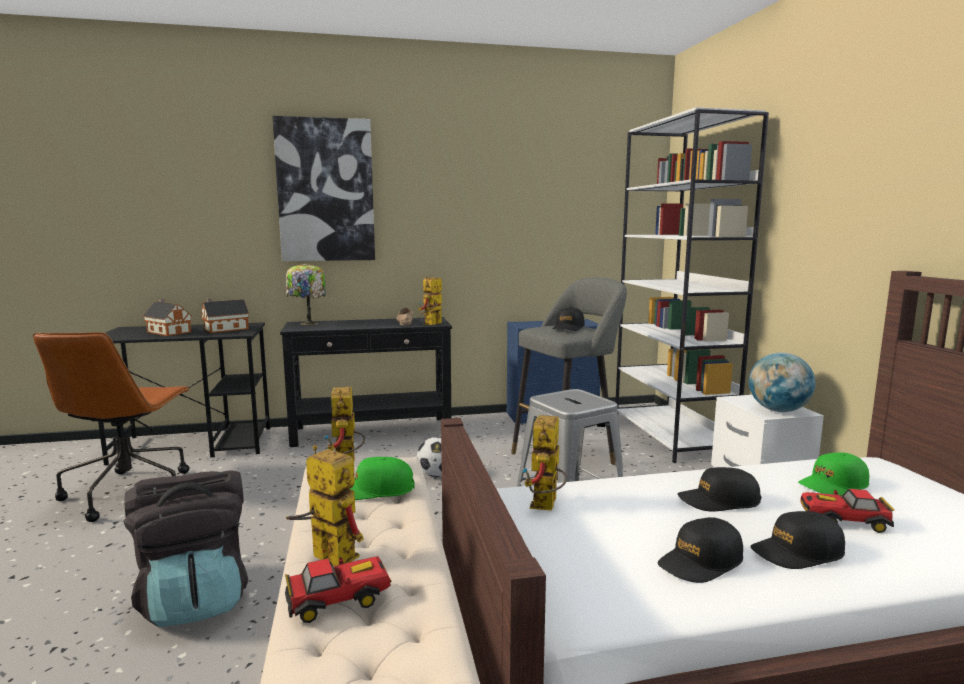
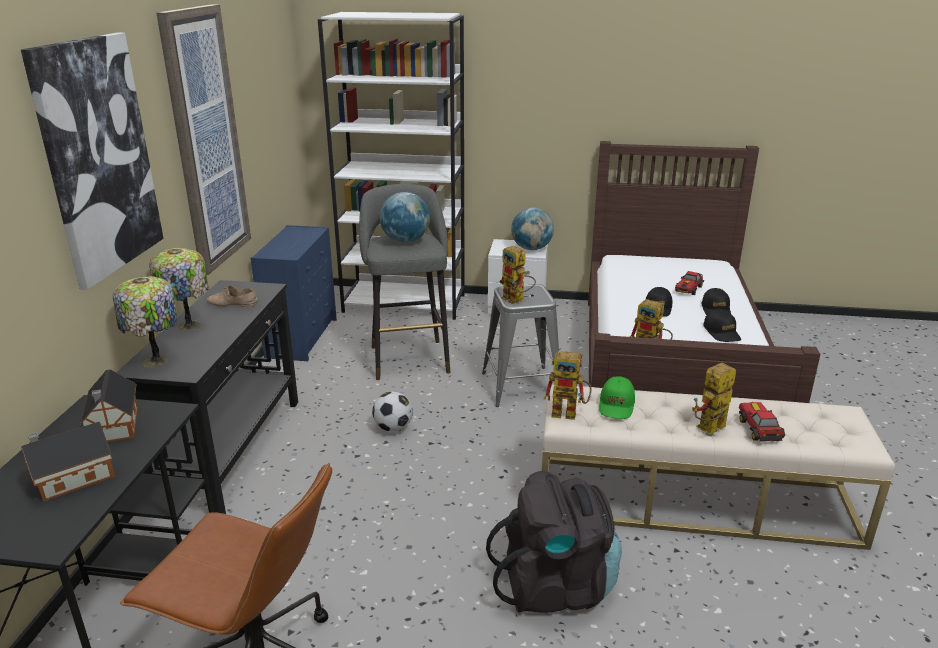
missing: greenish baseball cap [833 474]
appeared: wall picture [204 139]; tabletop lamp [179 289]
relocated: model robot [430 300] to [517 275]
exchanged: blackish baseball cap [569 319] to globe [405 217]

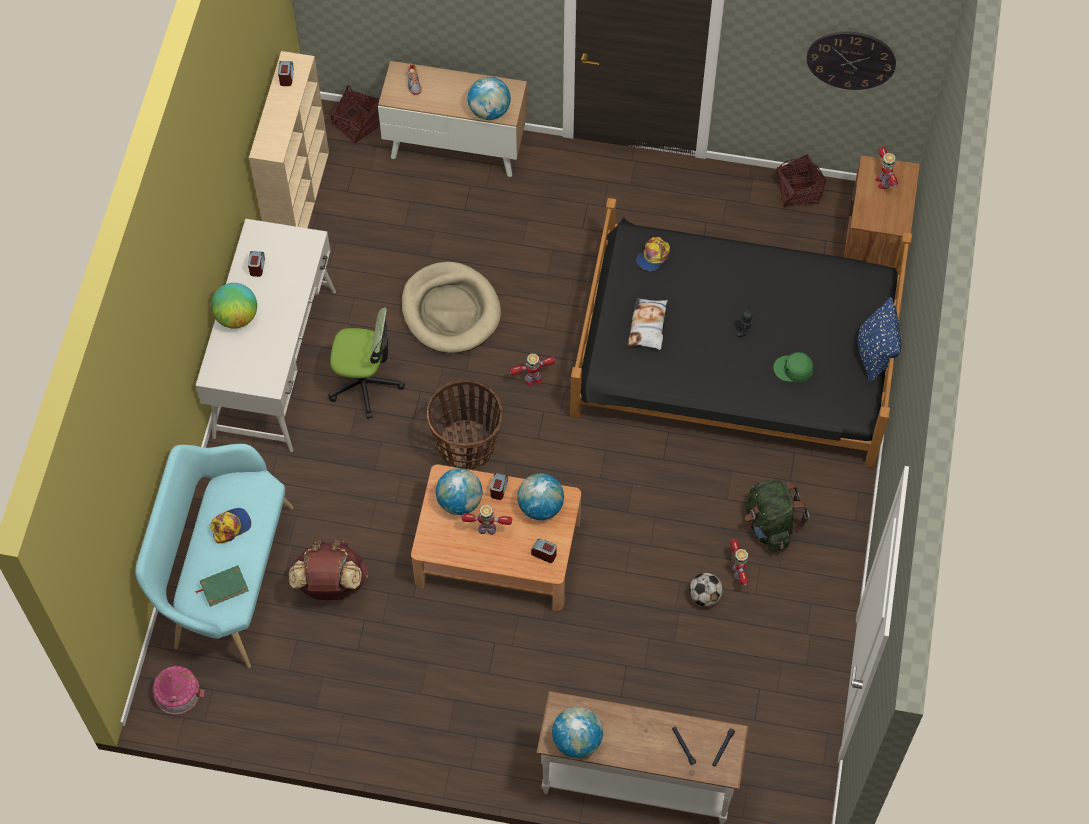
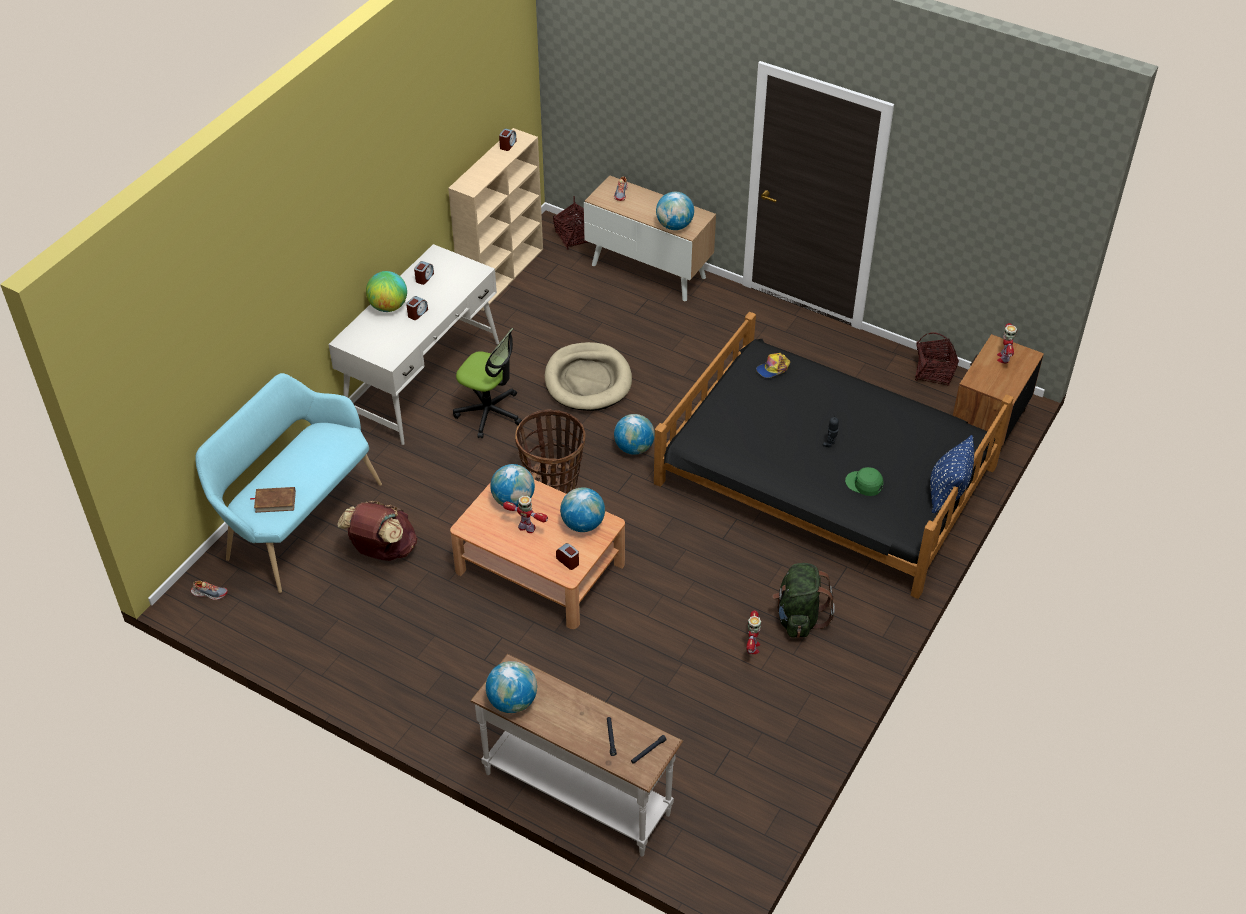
missing: hanging clock [851 61]; cushion [648 324]; baseball cap [230 526]; football [706 590]
relocated: table clock [499 486] to [417 308]
exchanged: model robot [532 370] to globe [634 434]; model house [179 690] to item of footwear [209 590]
colour: greenish bound book [222 586] to brown bound book [273 500]

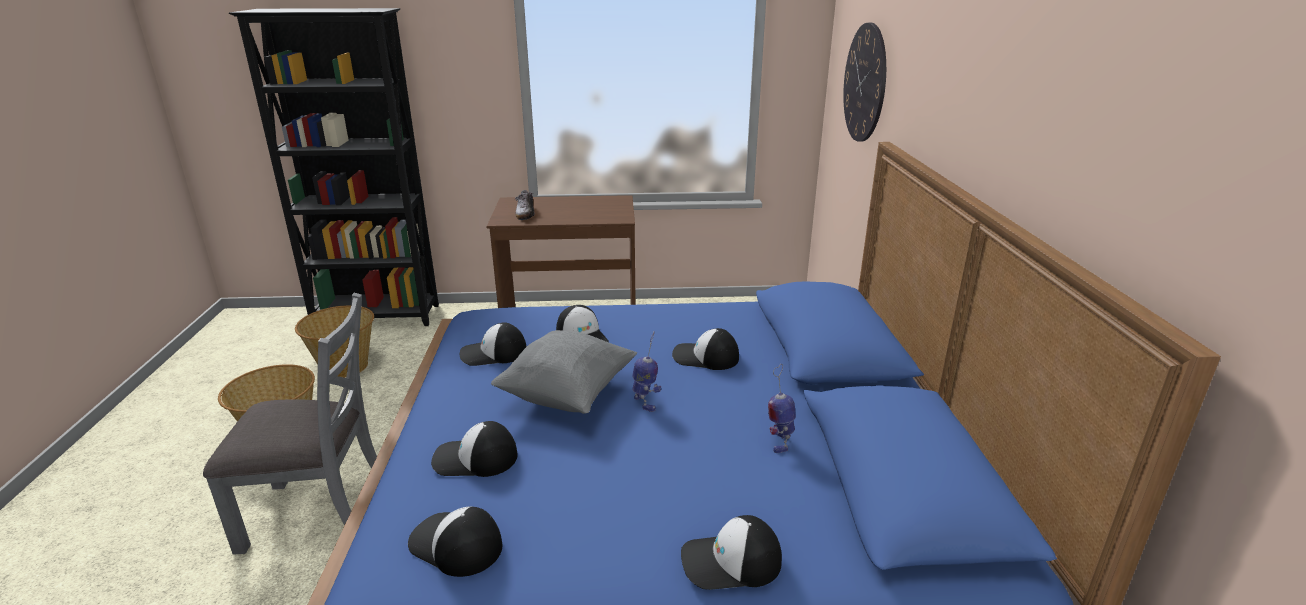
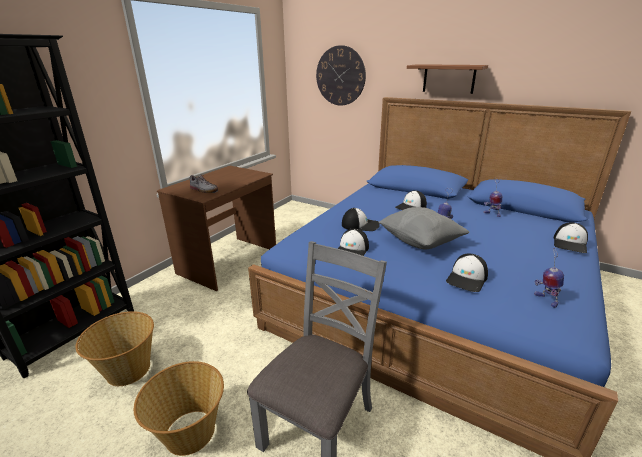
appeared: brown shelf [447 79]
exchanged: baseball cap [455 541] to model robot [549 278]

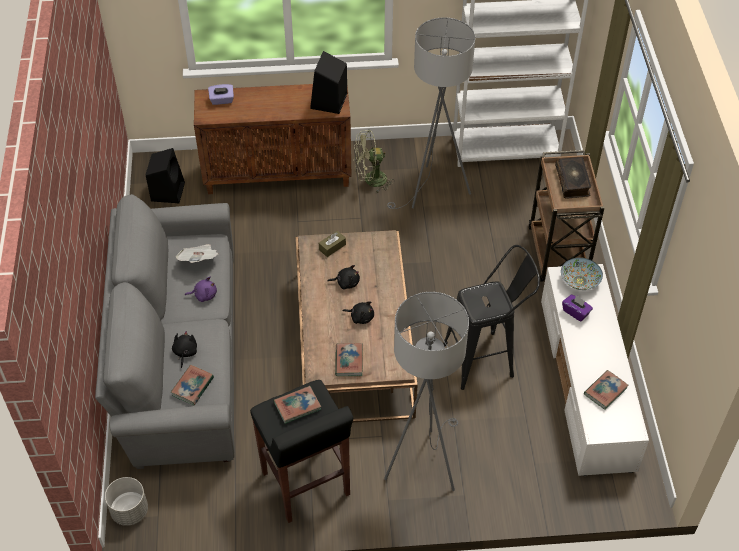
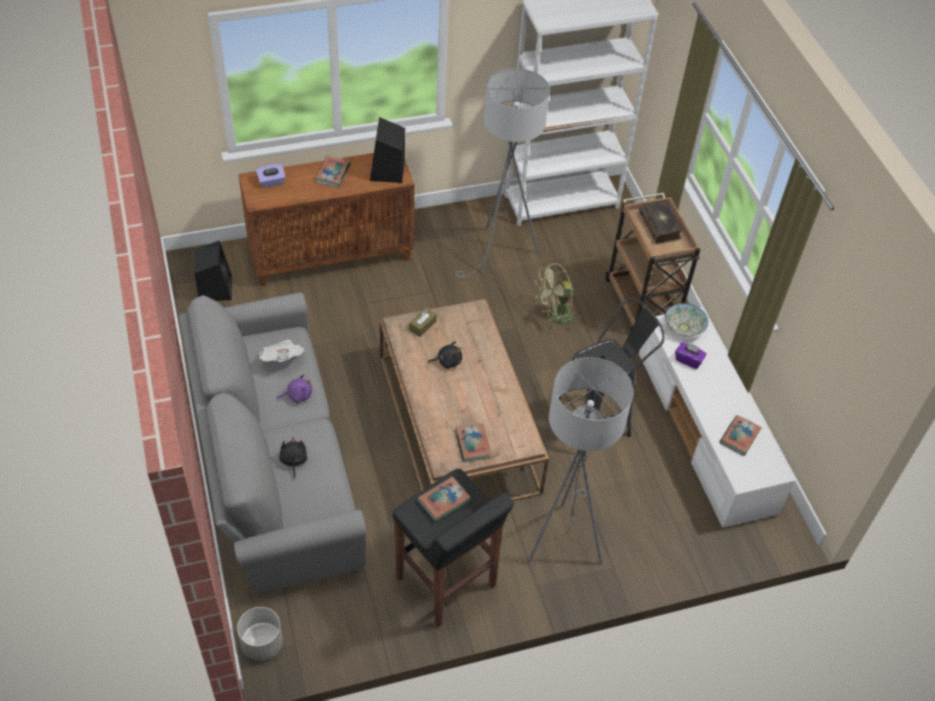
missing: blackish cuddly toy [358 312]
relocated: greenish fan [374 161] to [558 296]; bound book [192 385] to [333 171]

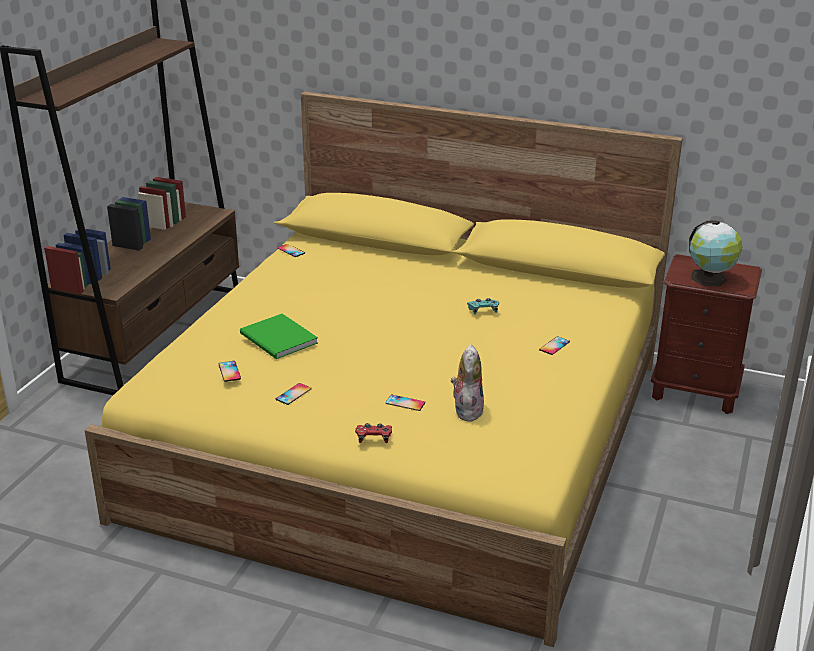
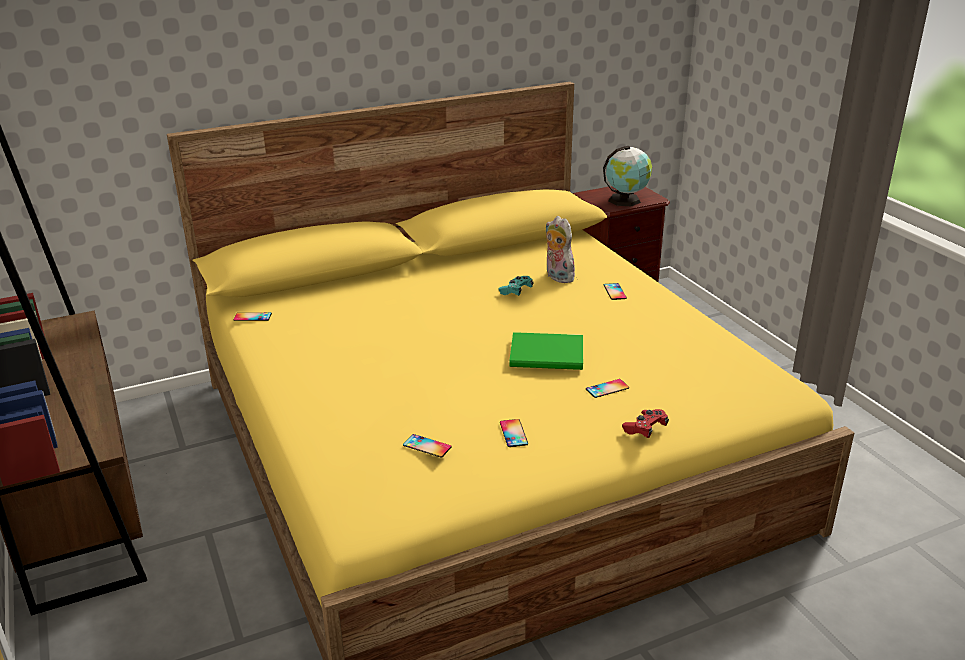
relocated: greenish bound book [279 336] to [546 351]; cuddly toy [467 383] to [560 249]

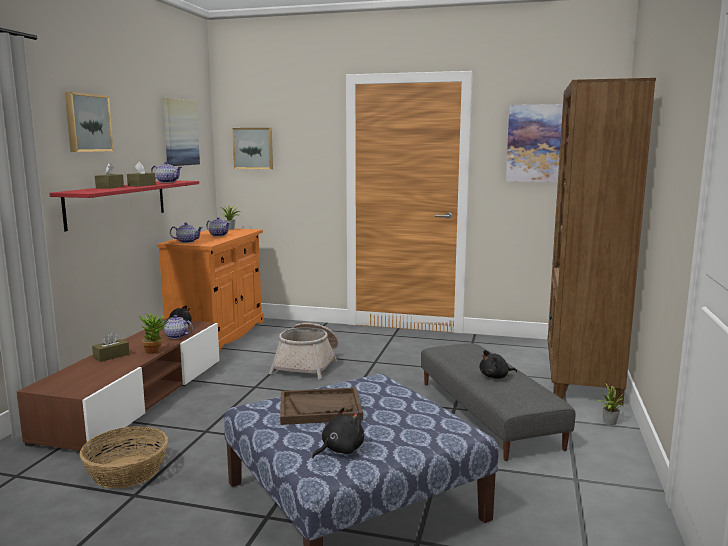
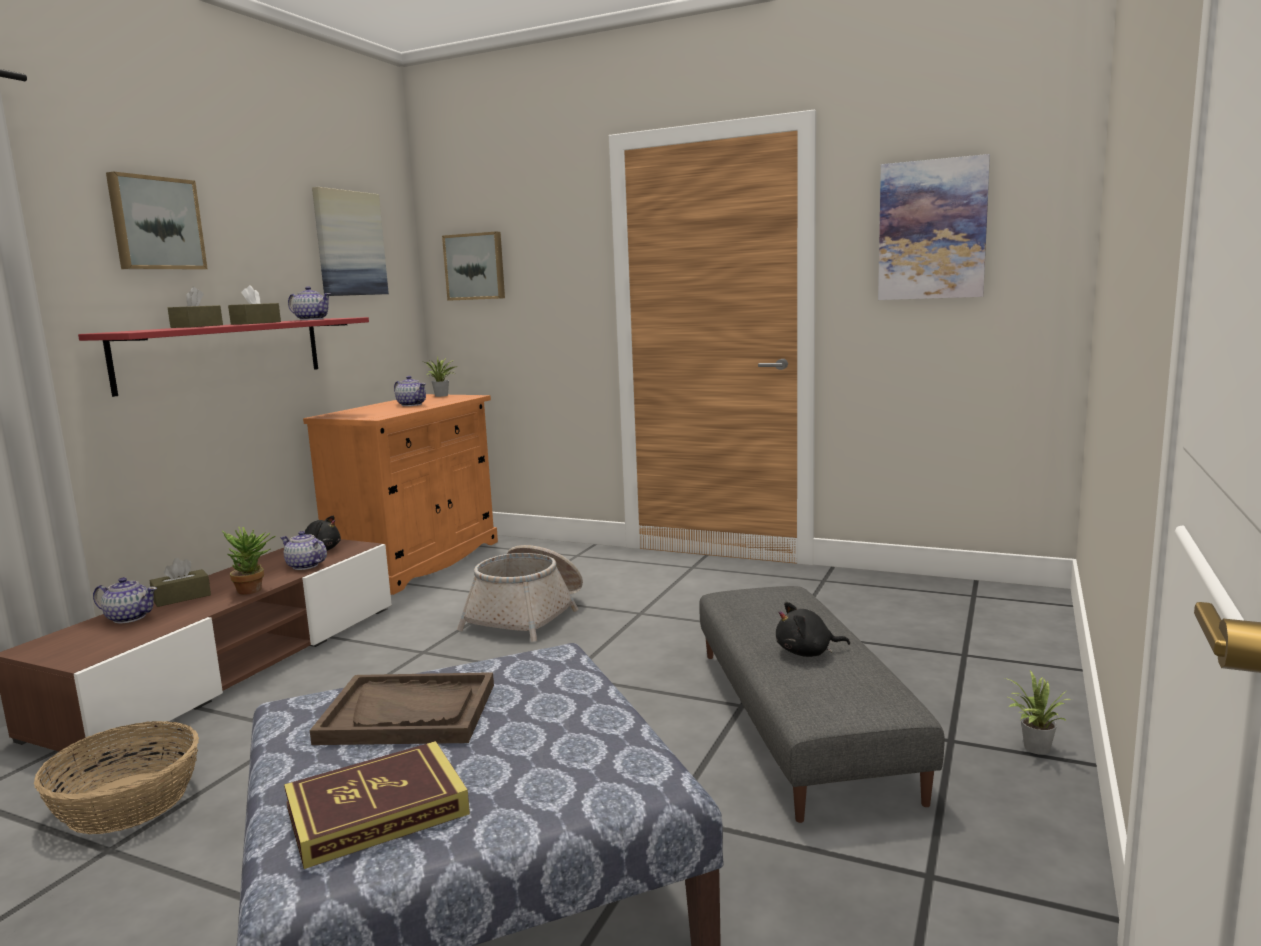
missing: brown bookcase [602 241]
relocated: pot for tea [186 232] to [125 600]
exchanged: blackish cuddly toy [338 433] to bound book [377 805]

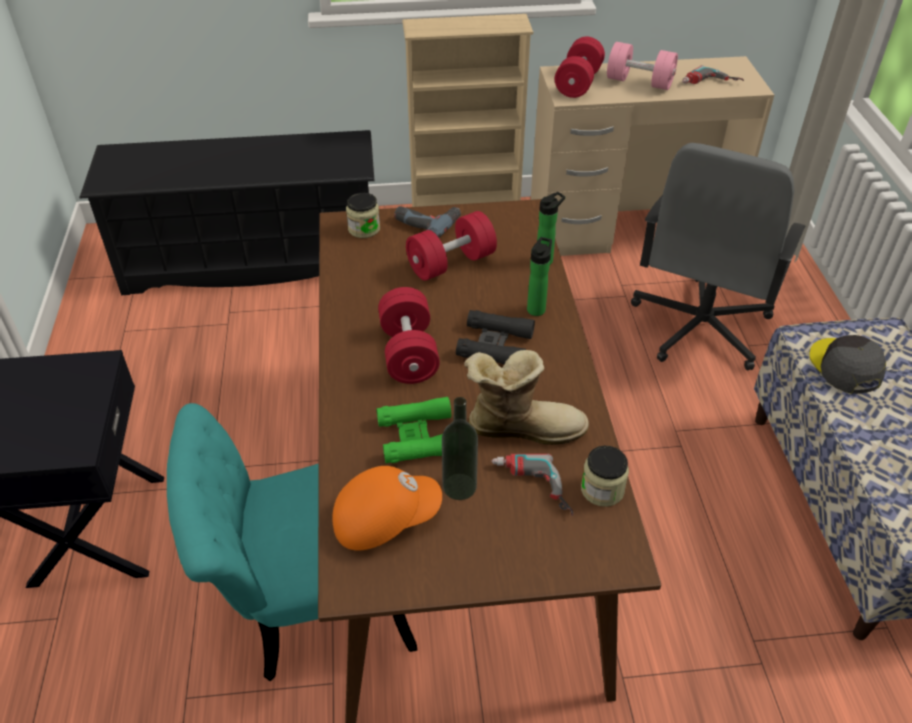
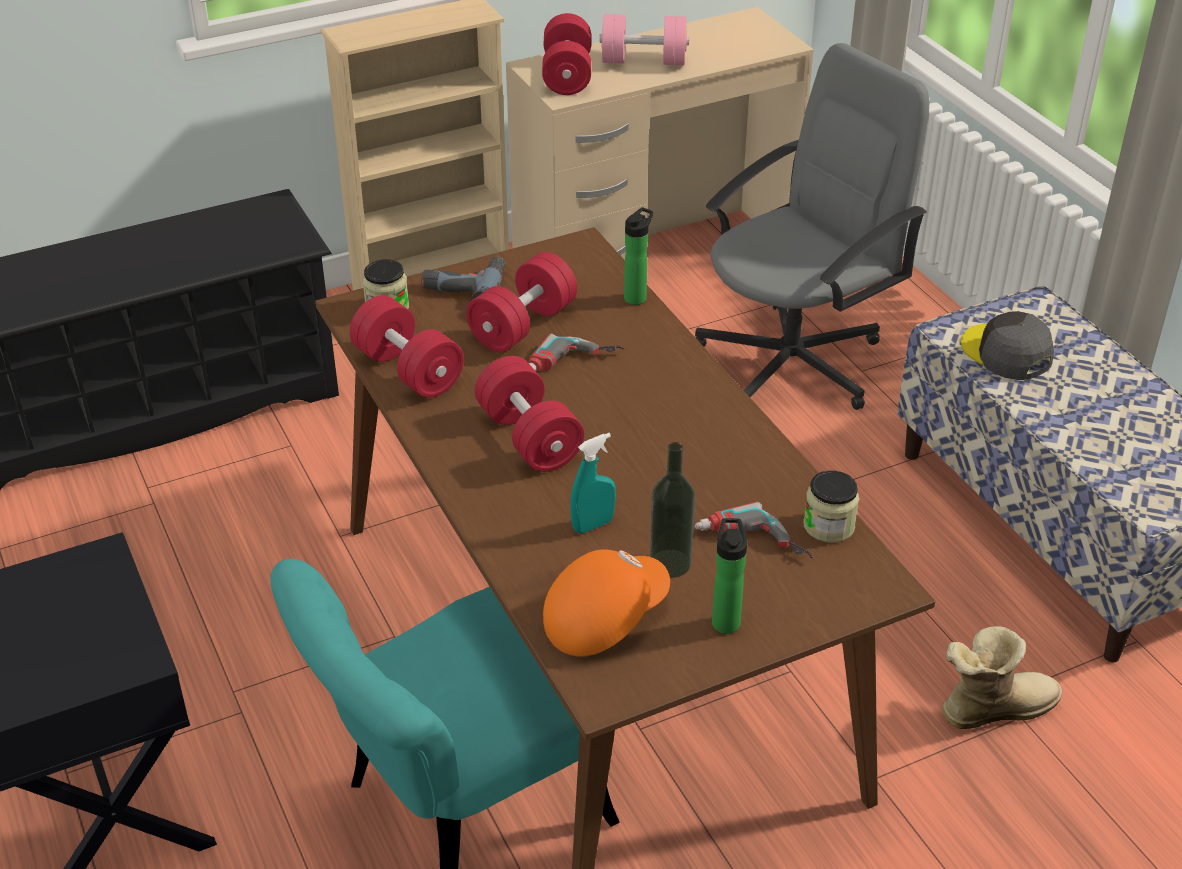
missing: blackish binoculars [495 337]
appeared: red free weight [407 346]
relocated: electric drill [713 74] to [576 352]; beverage bottle [539 276] to [729 576]; high-top boot [526 397] to [1002 677]
exchanged: greenish binoculars [414 430] to turquoise spray bottle [593 483]
spun: grey desk chair [718 257] = [812 226] 135 degrees counterclockwise

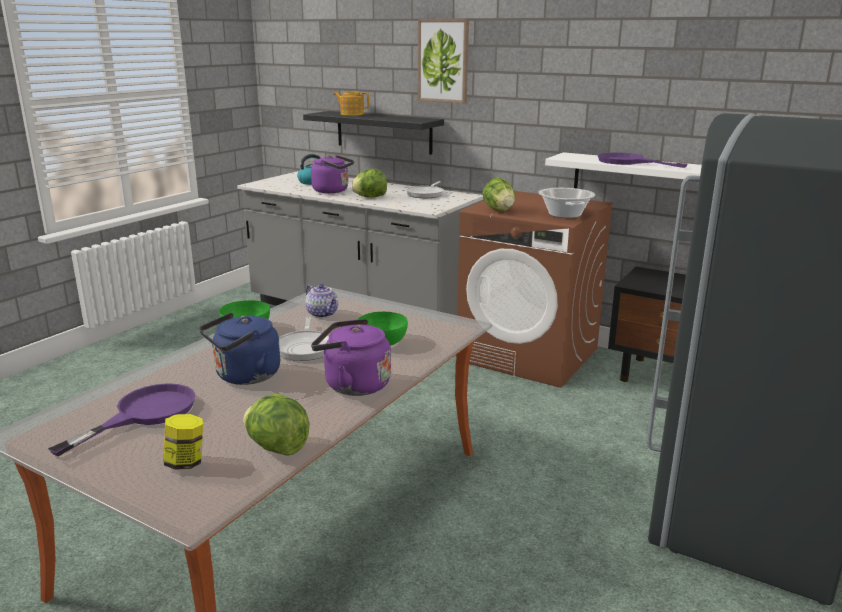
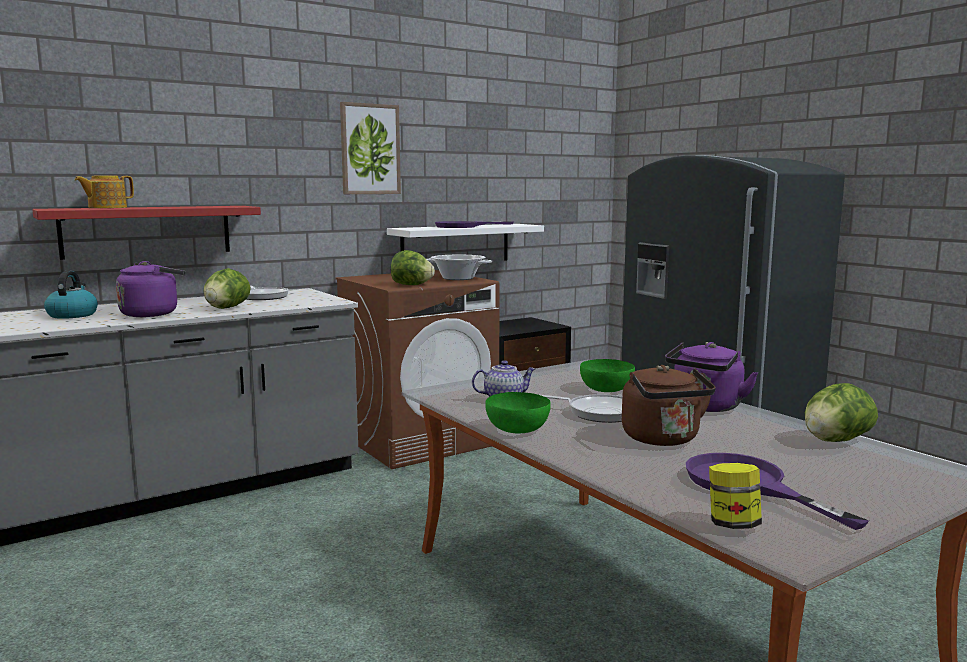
relocated: wall picture [443 61] to [370 148]; preserve jar [183 442] to [735 496]
colour: blackish shelf [373 133] to red shelf [146 233]; blue-coloured water kettle [239 348] to brown water kettle [669 405]

